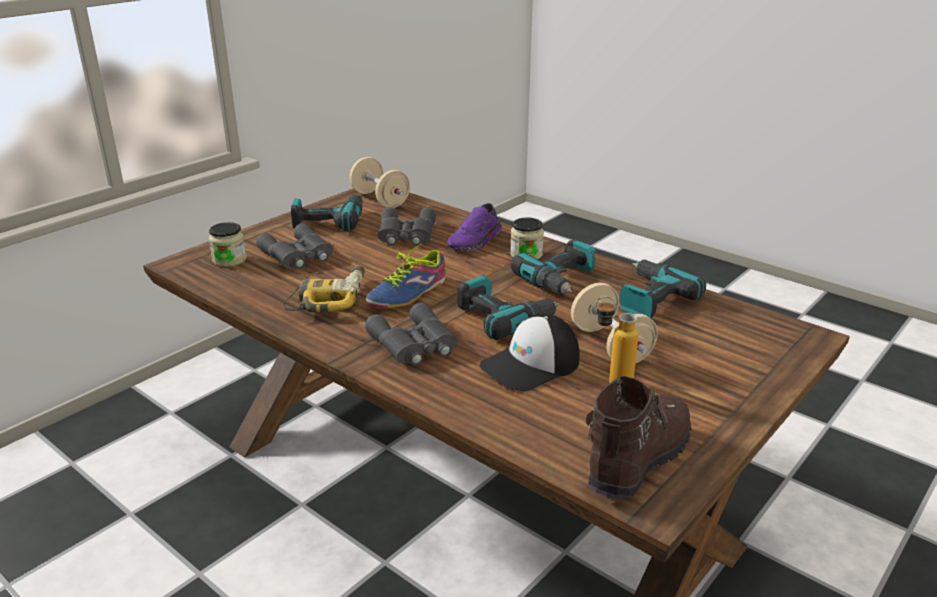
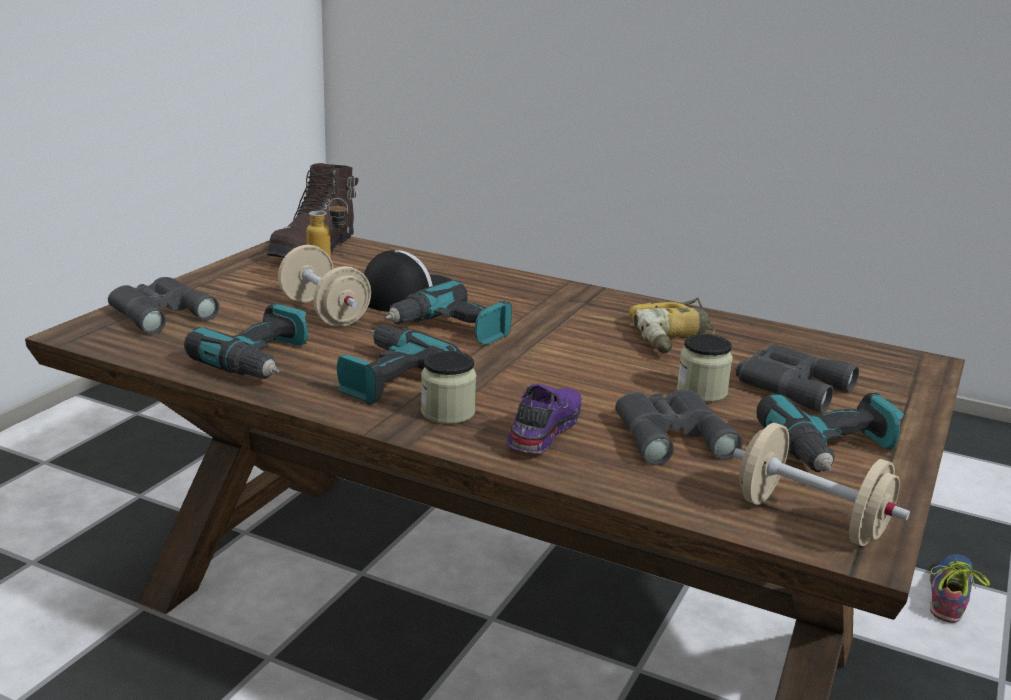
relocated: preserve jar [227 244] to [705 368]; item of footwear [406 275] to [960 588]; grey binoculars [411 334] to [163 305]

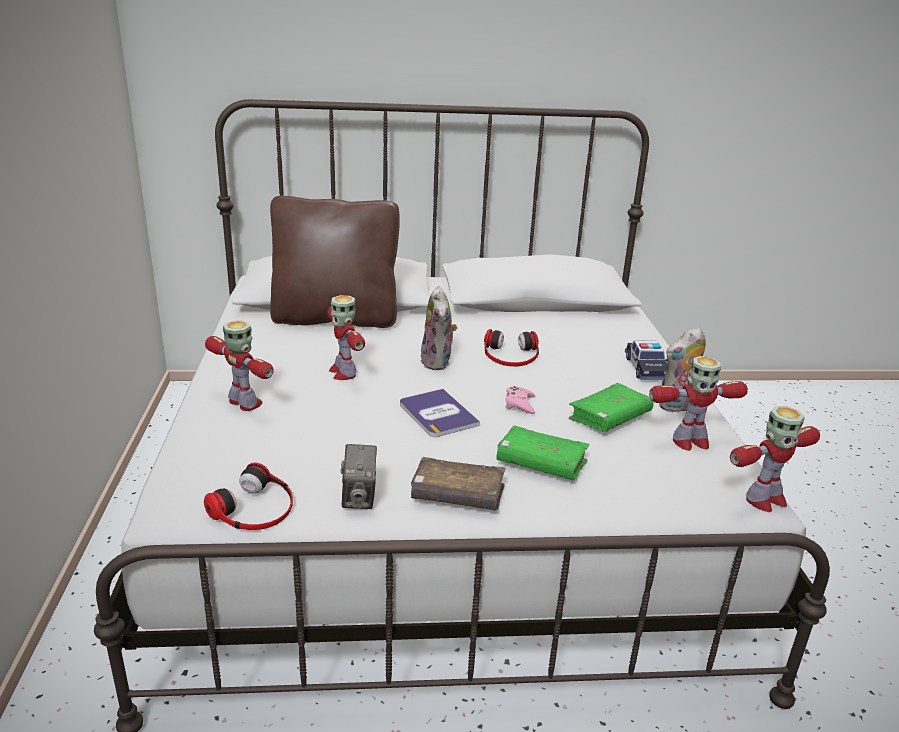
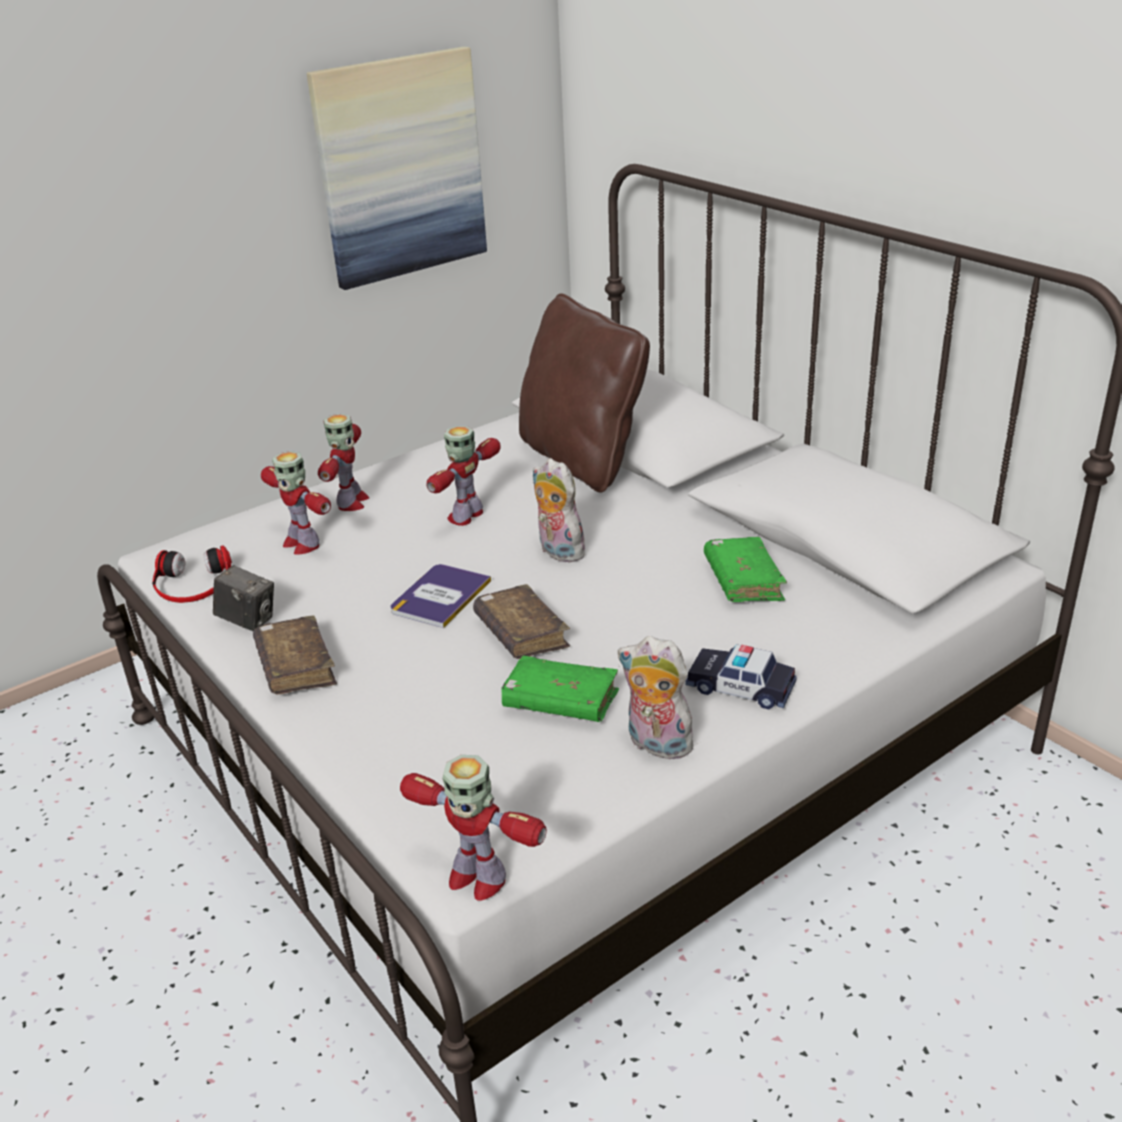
missing: headset [511 347]
appeared: wall picture [397 168]
relocated: model robot [698 403] to [296 503]; greenish bound book [542 452] to [745 569]
exchanged: pinkish game controller [520 400] to brown bound book [521 621]
spun: cuddly toy [439 328] = [559 510] 90 degrees clockwise; toy car [646 360] = [741 676] 60 degrees clockwise; photo camera [358 476] = [243 598] 120 degrees counterclockwise

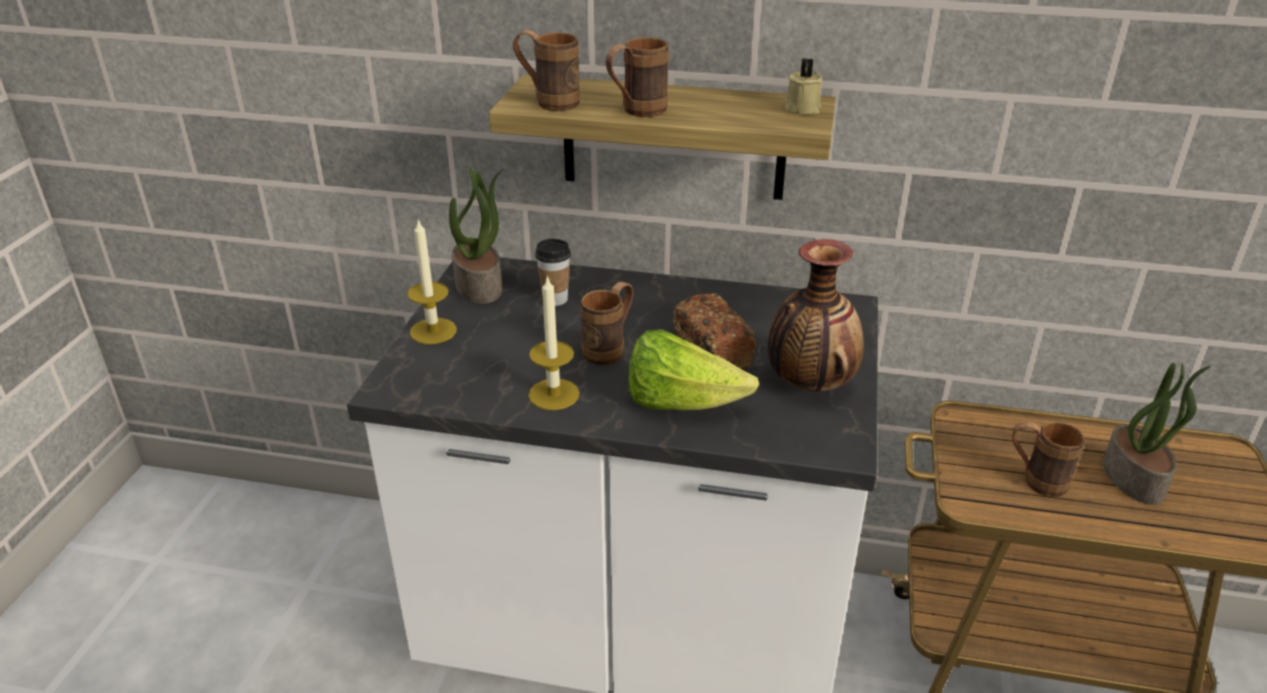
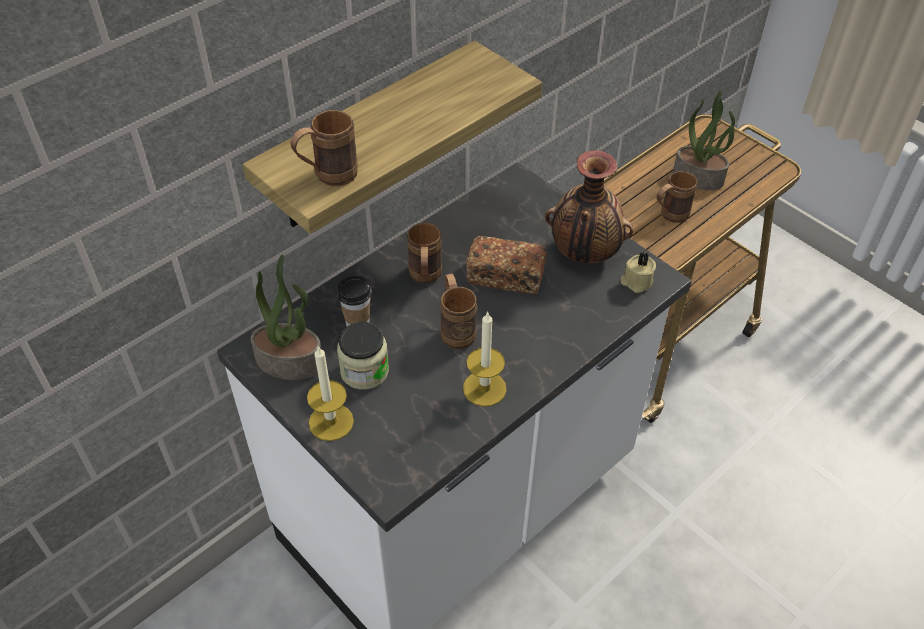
missing: head of lettuce [693 369]
appeared: preserve jar [363 356]
relocated: brown mug [637 77] to [424 253]; beige-coloured candle [803 86] to [638 272]

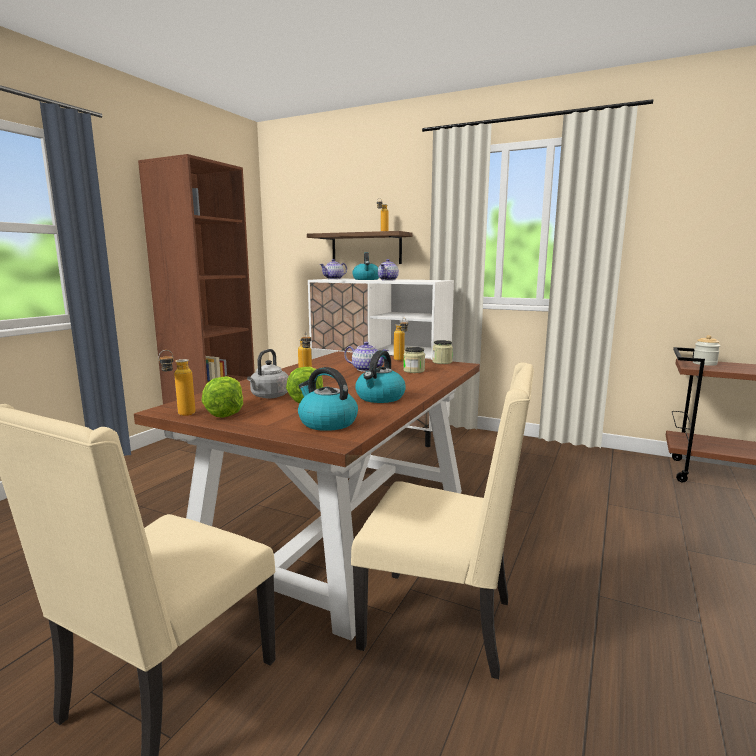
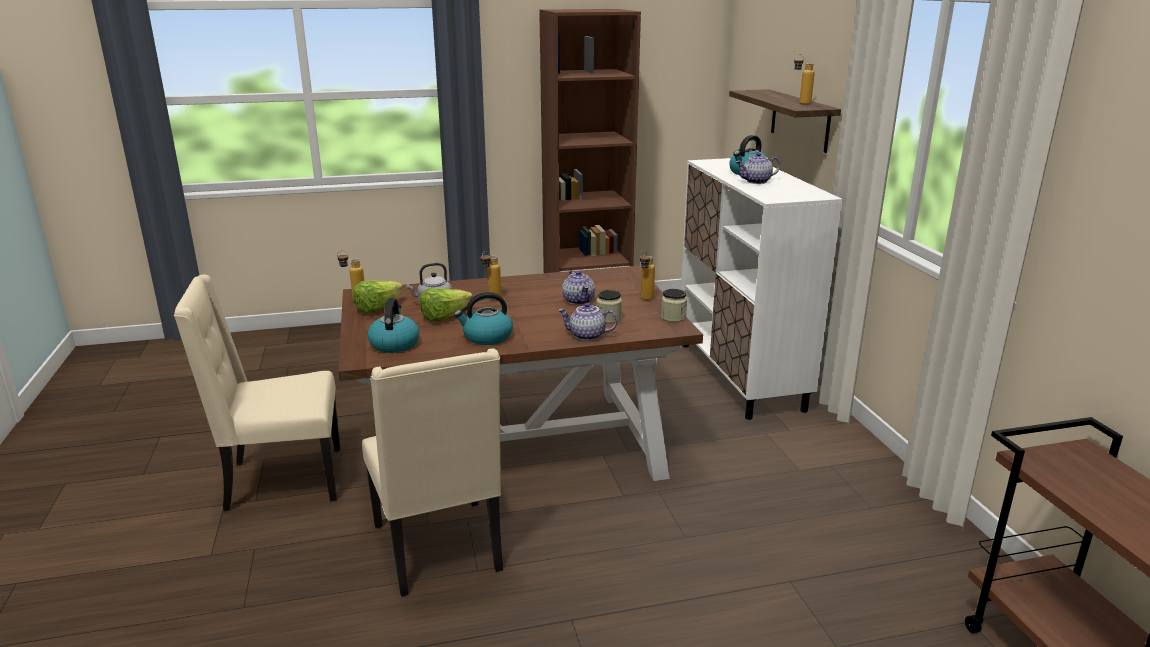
missing: preserve jar [706 350]
relocated: pot for tea [333 269] to [587 322]

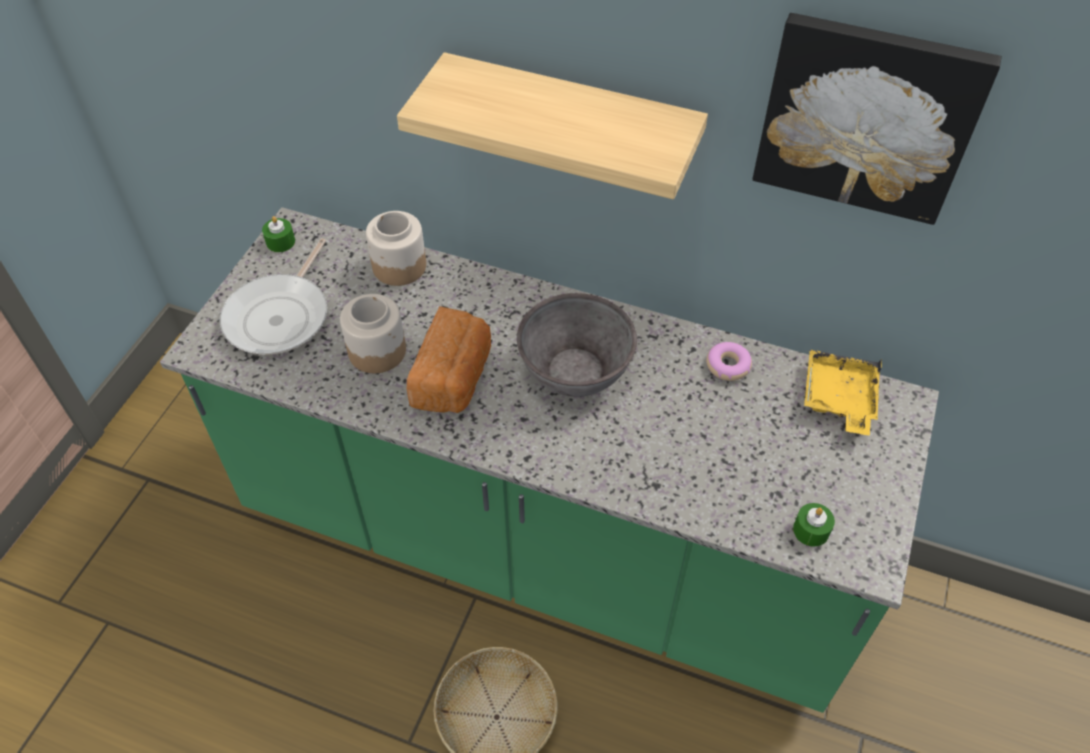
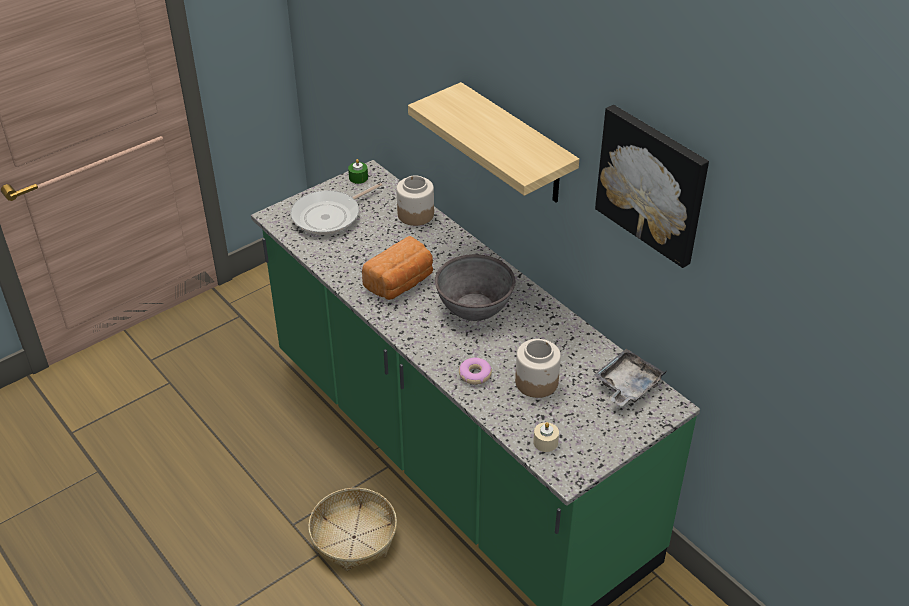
relocated: preserve jar [373 333] to [538 368]; donut [729 361] to [475 371]
colour: yellowish carrying tray [843 392] to grey carrying tray [630 378]; greenish candle [814 525] to beige-coloured candle [546 437]

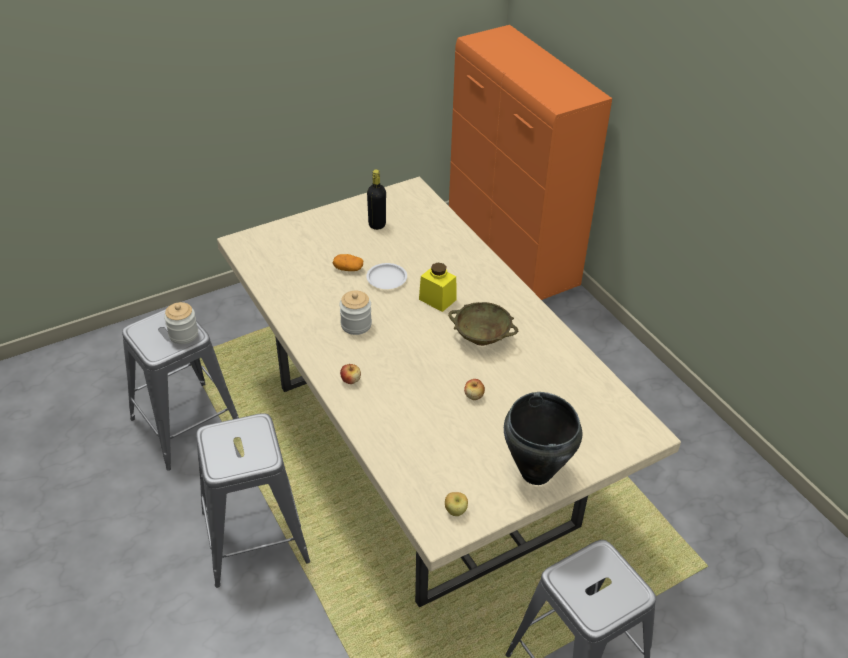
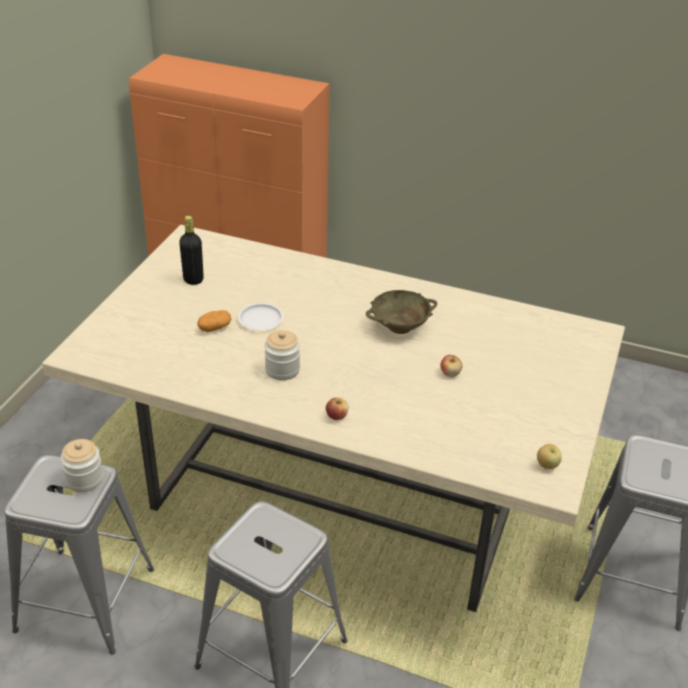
missing: yellowish preserve jar [438 287]; blackish saucepot [543 438]

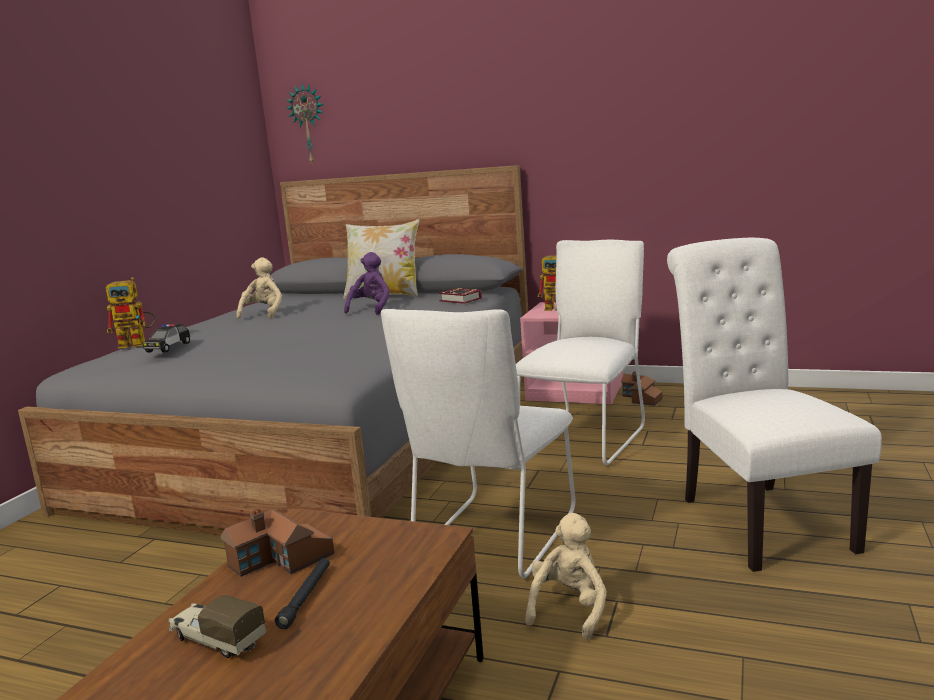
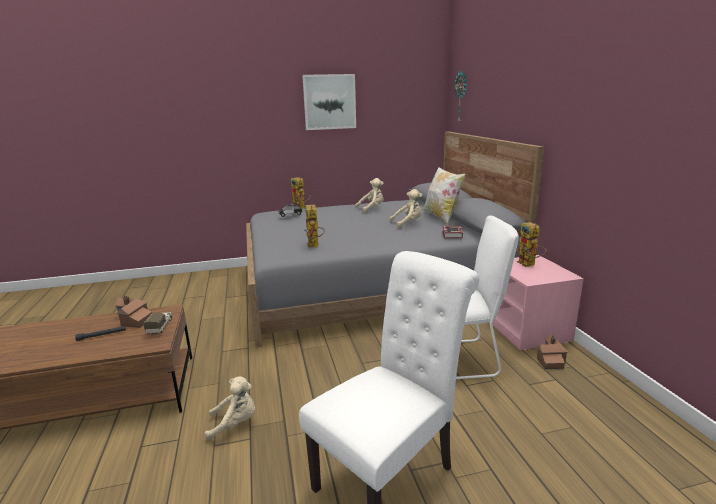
missing: white-coloured upright chair [478 443]
appeared: wall picture [329 102]; model robot [314 226]
relocated: toy truck [217 626] to [157 323]
colour: purple cuddly toy [367 283] to beige-coloured cuddly toy [405 208]

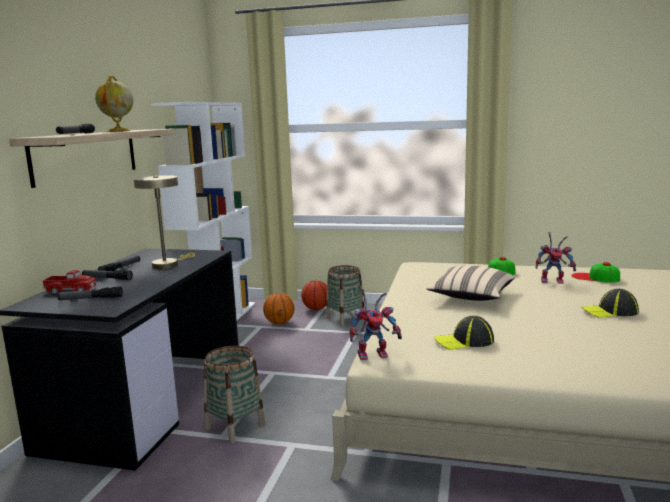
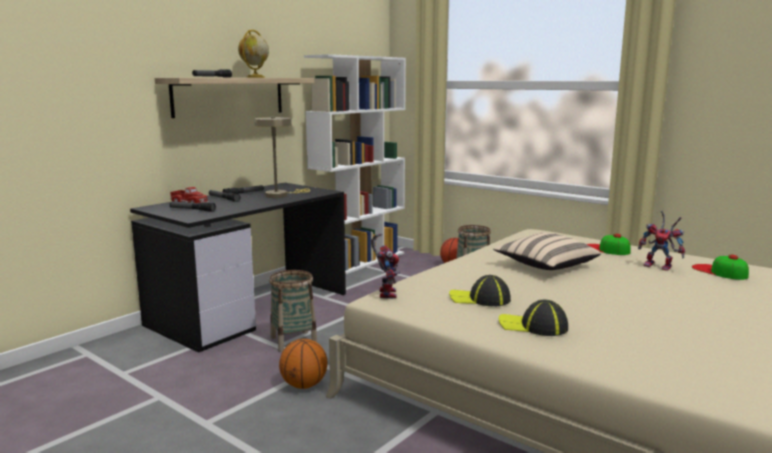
relocated: baseball cap [610 303] to [533 318]; basketball [278 308] to [303 364]
spun: model robot [376 324] = [385 266] 105 degrees counterclockwise

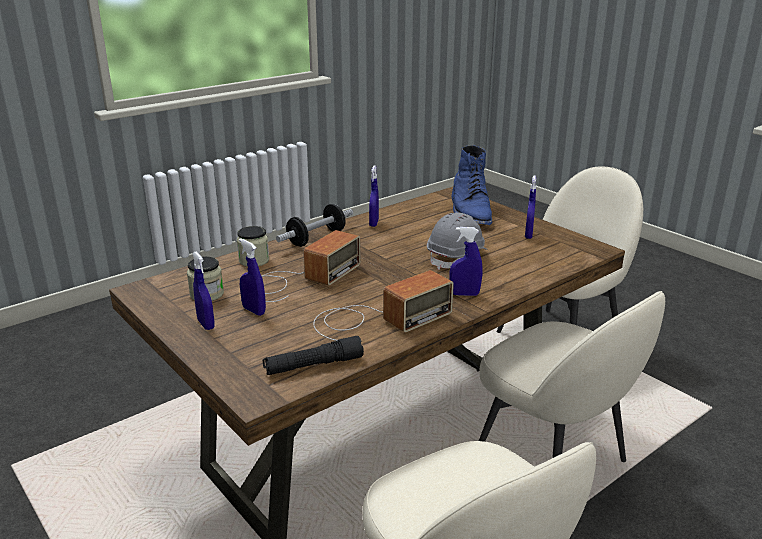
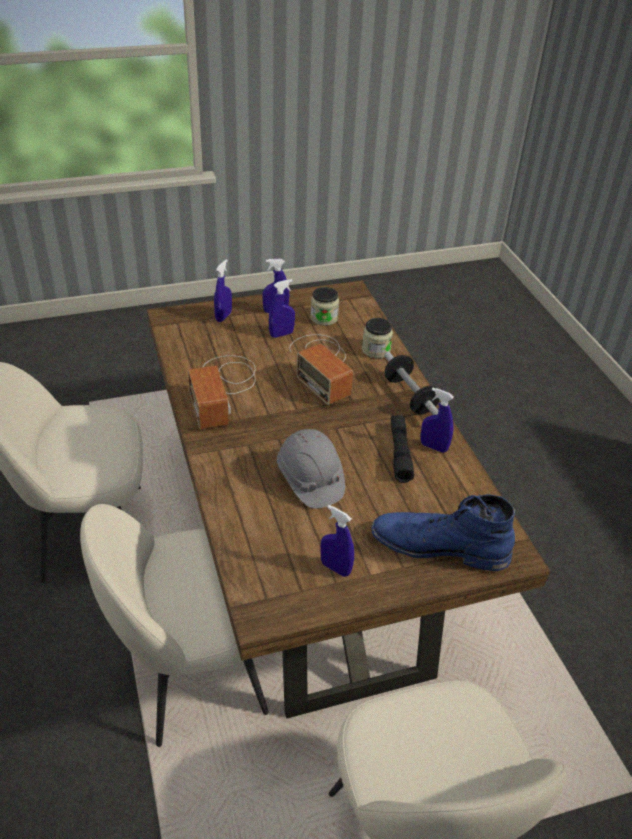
relocated: blue-coloured spray bottle [465 261] to [223 290]; blackish torch [313 355] to [402 449]

